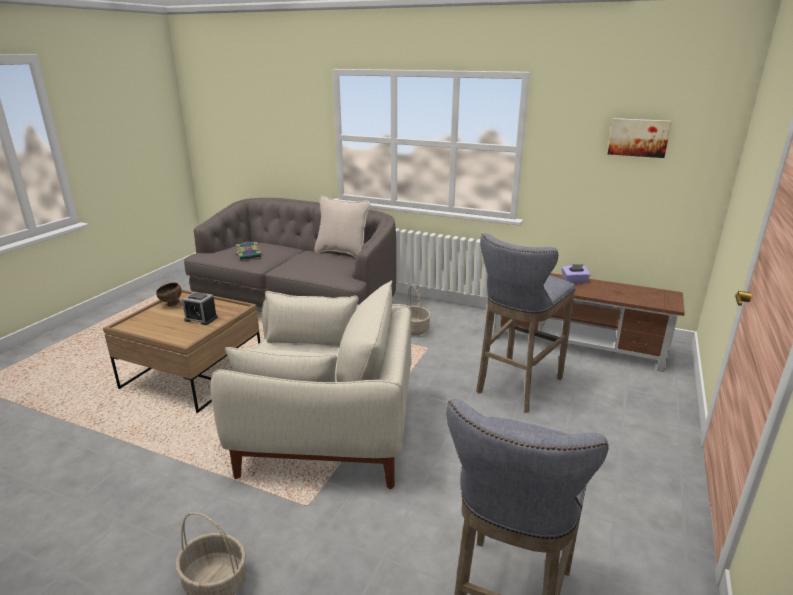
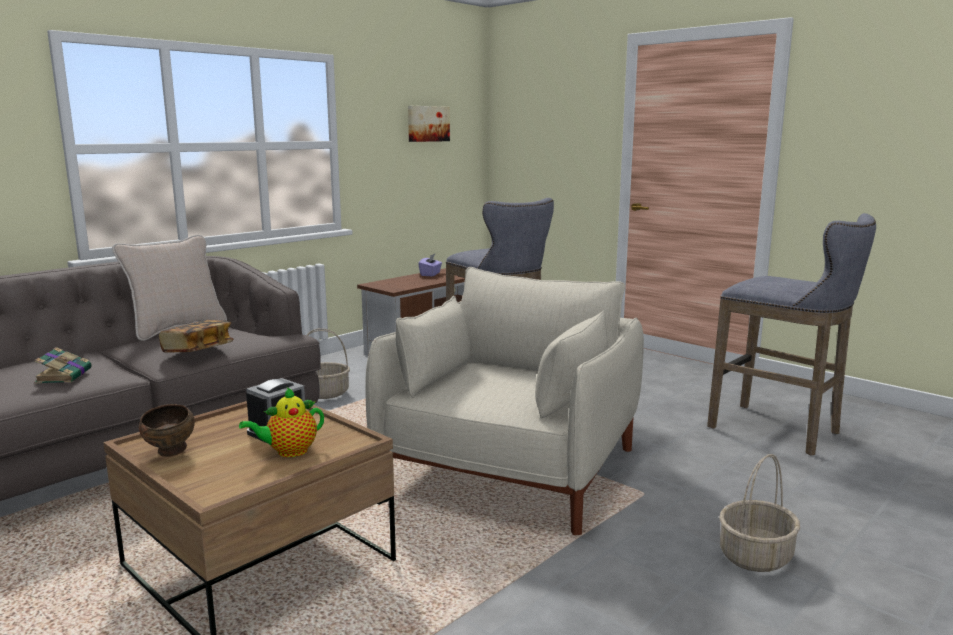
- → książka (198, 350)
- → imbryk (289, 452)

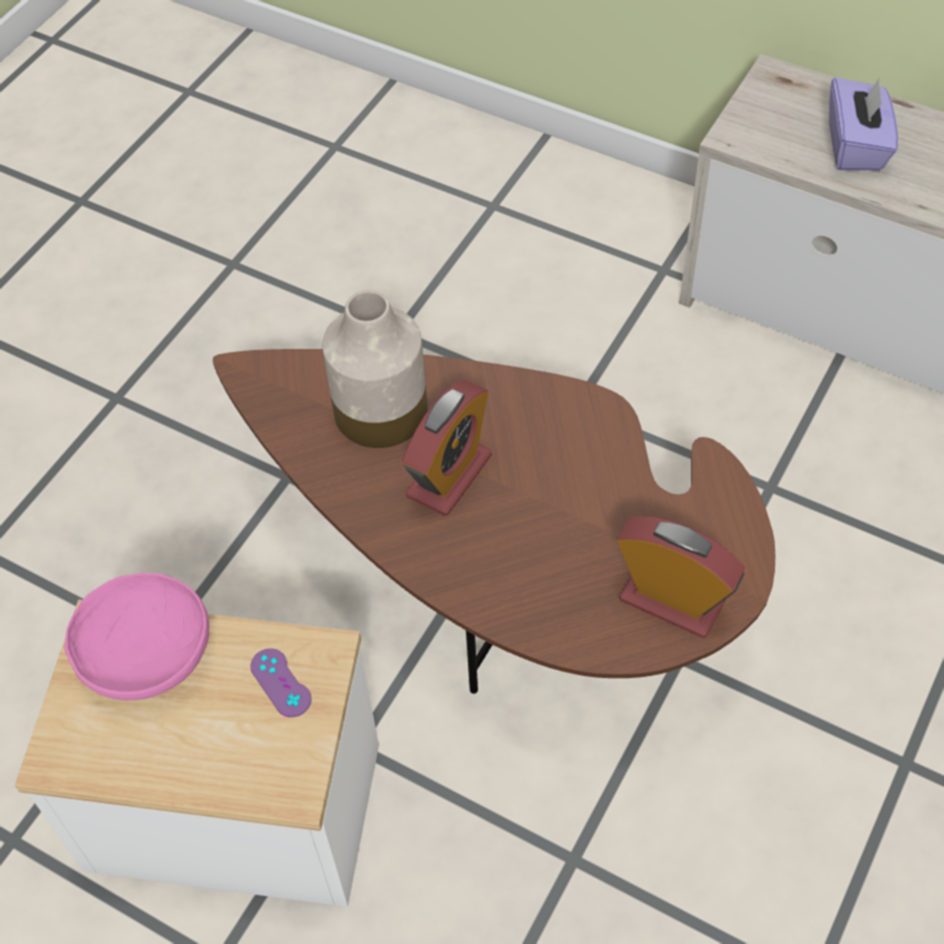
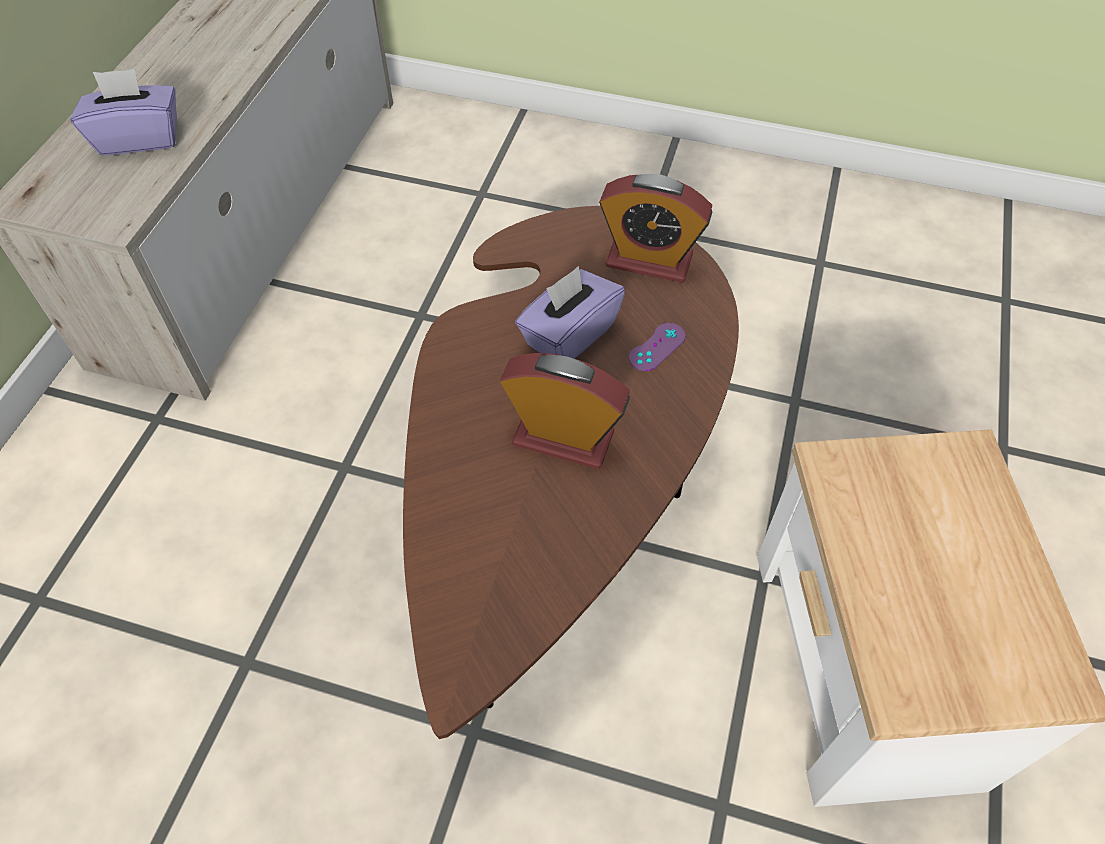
miska/różowy (147, 659) → -
wazon/beżowy (381, 411) → -
- → pudełko chusteczek/fioletowy (569, 335)
pad do gier/fioletowy (281, 683) → pad do gier/fioletowy (657, 347), relocated
budzik (672, 600) → budzik (649, 260), 90 degrees counterclockwise

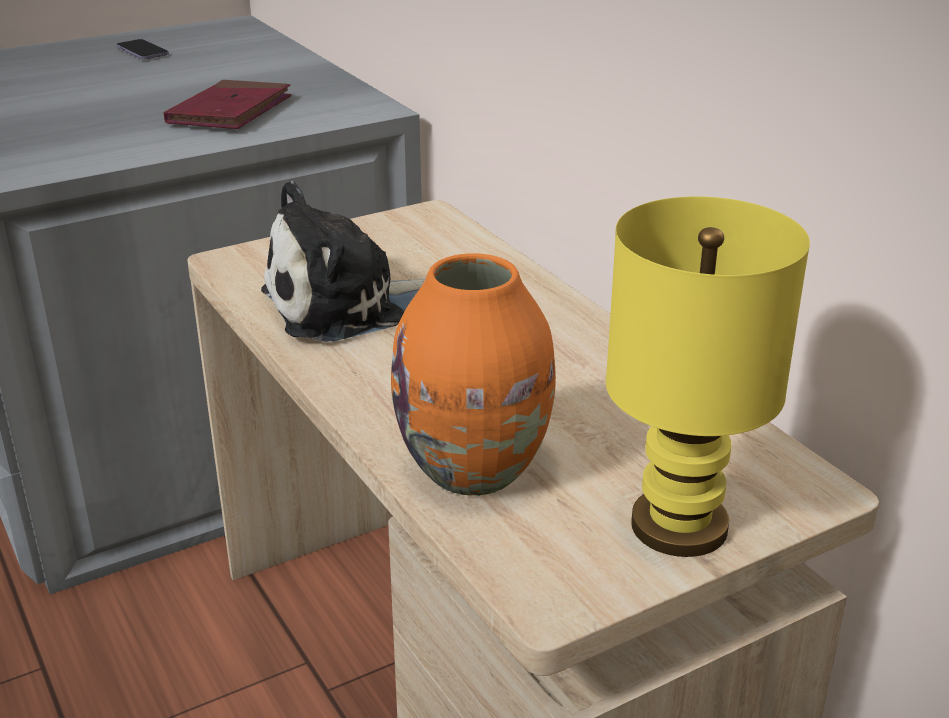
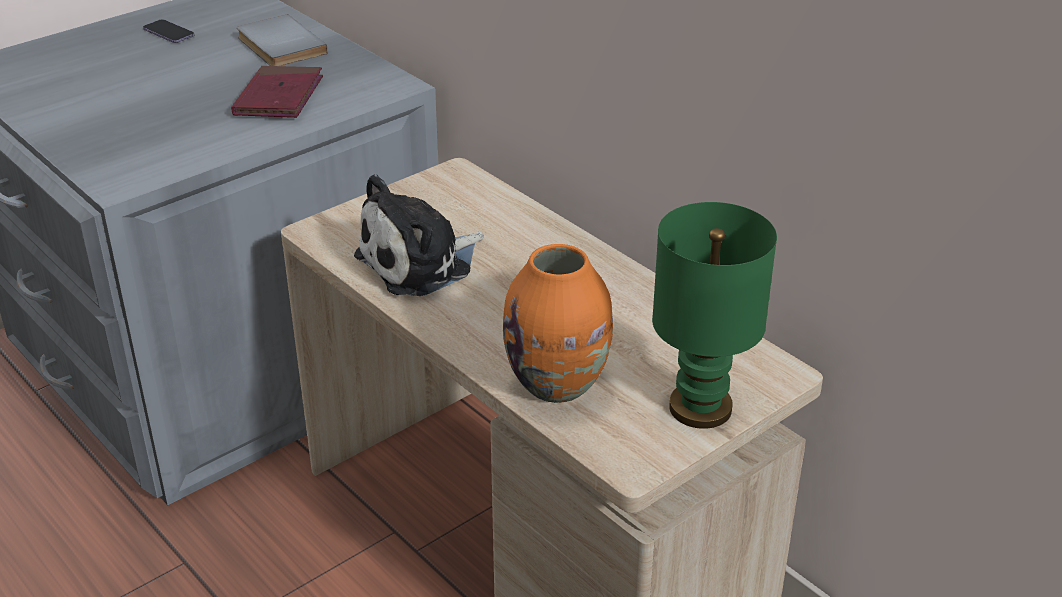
- → książka/szary (278, 46)
lampa stołowa/żółty (676, 526) → lampa stołowa/zielony (699, 408)

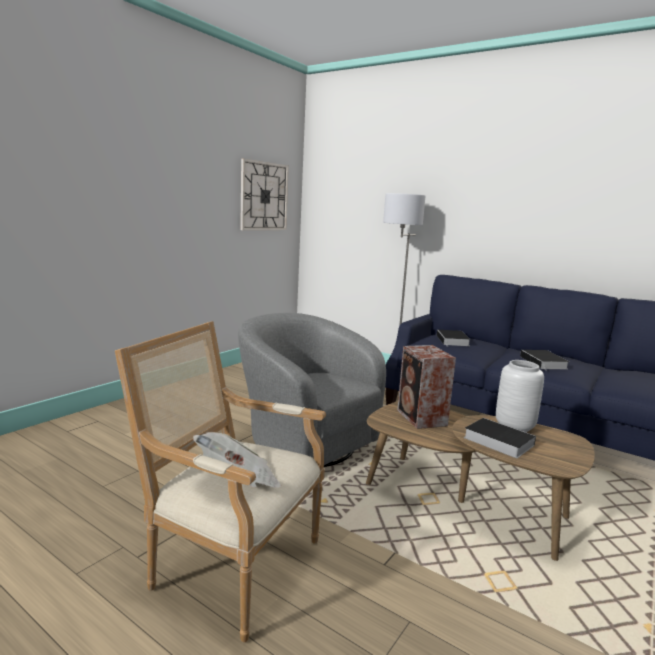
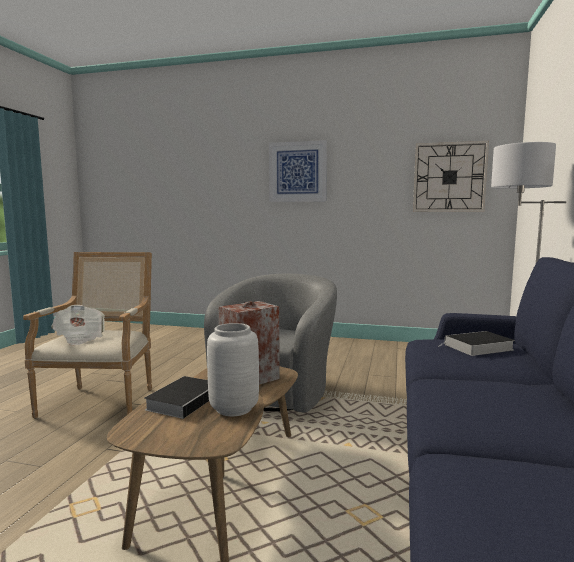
książka (544, 363) → -
- → obraz (297, 172)

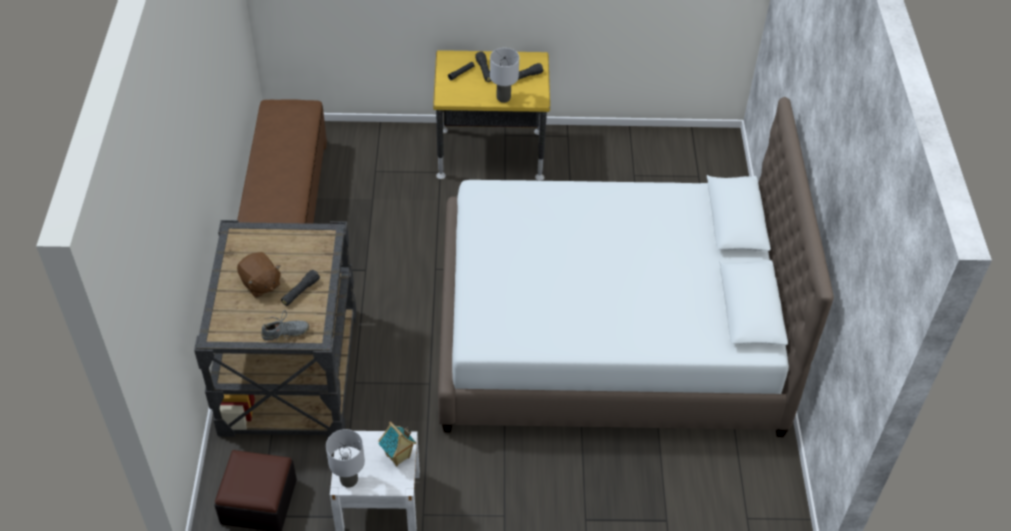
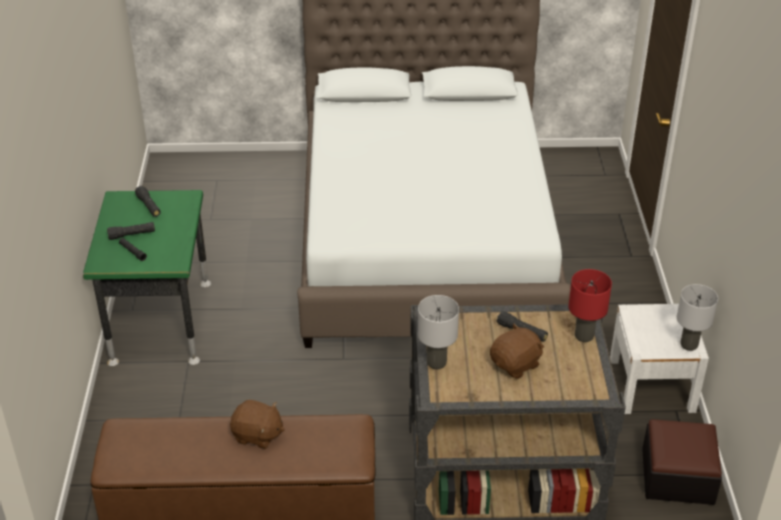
domek (398, 457) → -
- → pluszak/brązowy (257, 435)
lampa stołowa/biały (502, 99) → lampa stołowa/biały (437, 364), relocated
but/szary (285, 333) → lampa stołowa/czerwony (583, 337)
biurko/żółty (491, 152) → biurko/zielony (160, 321)

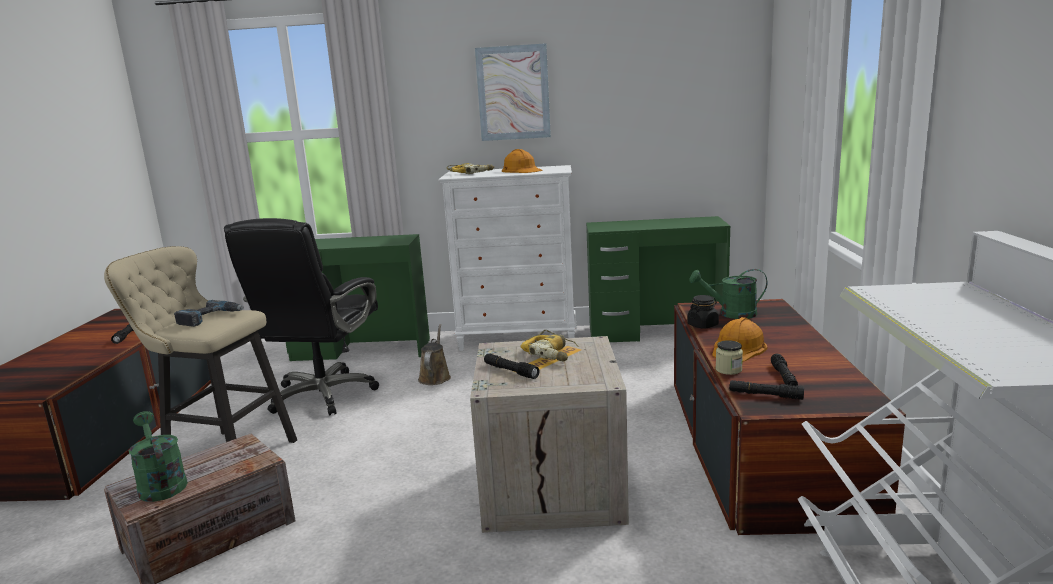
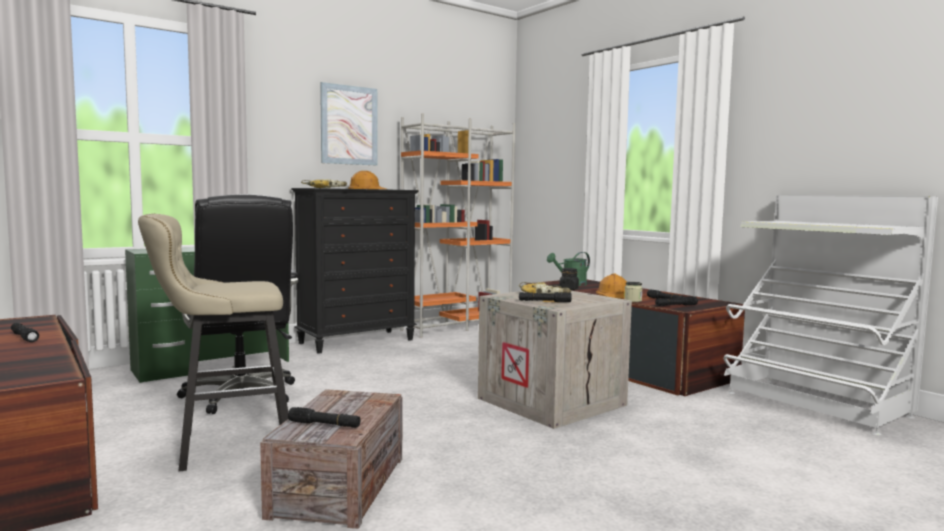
wiertarka (210, 318) → -
konewka/brązowy (435, 377) → -
konewka/zielony (161, 484) → latarka/czarny (324, 425)
biurko/zielony (656, 332) → regał/pomarańczowy (457, 327)
komoda/biały (518, 338) → komoda/czarny (357, 341)

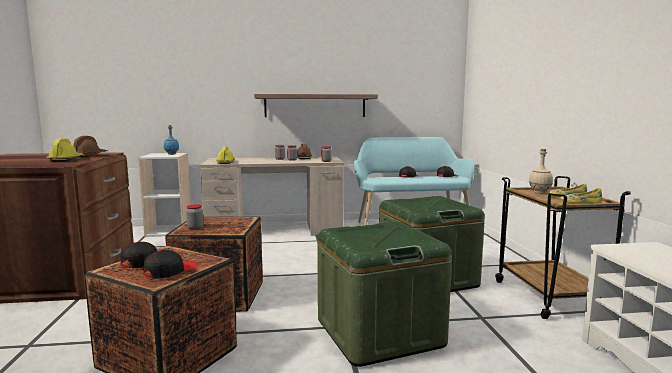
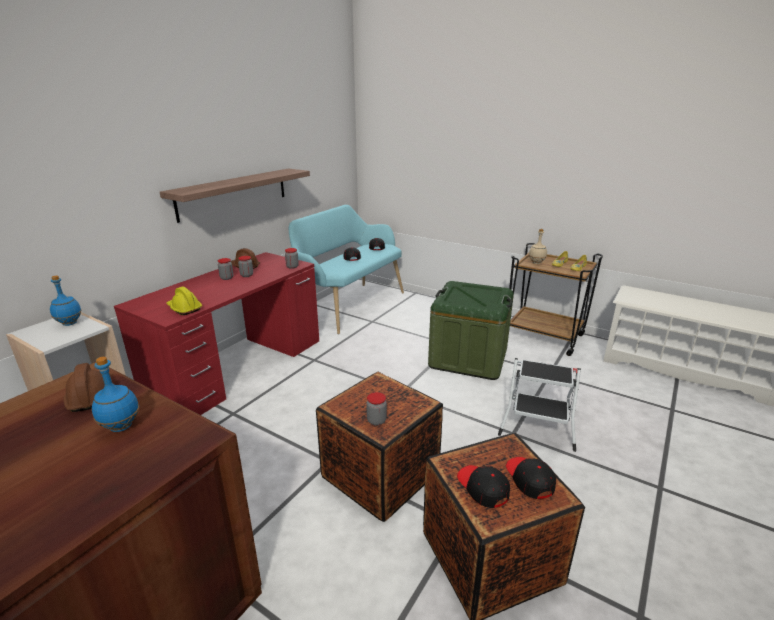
kask/żółty (66, 160) → butelka/niebieski (121, 427)
pojemnik do przechowywania/zielony (379, 332) → drabinka (537, 422)
biurko/beżowy (276, 229) → biurko/czerwony (238, 366)

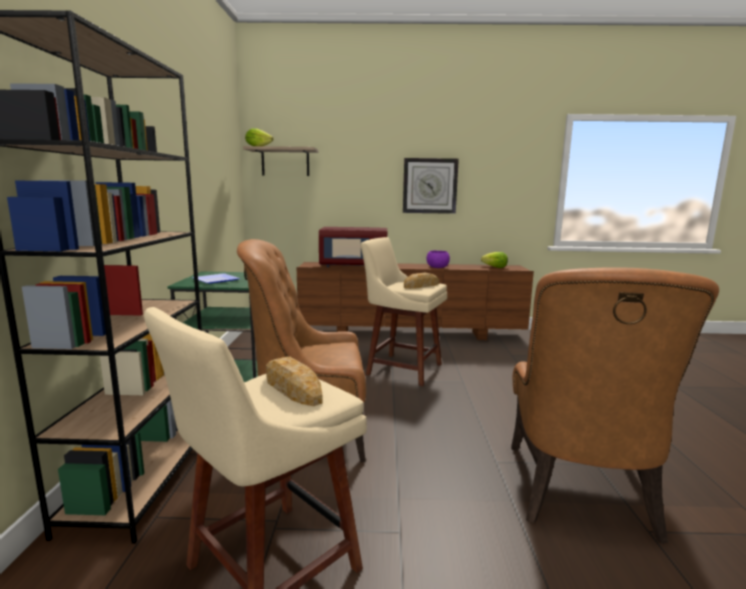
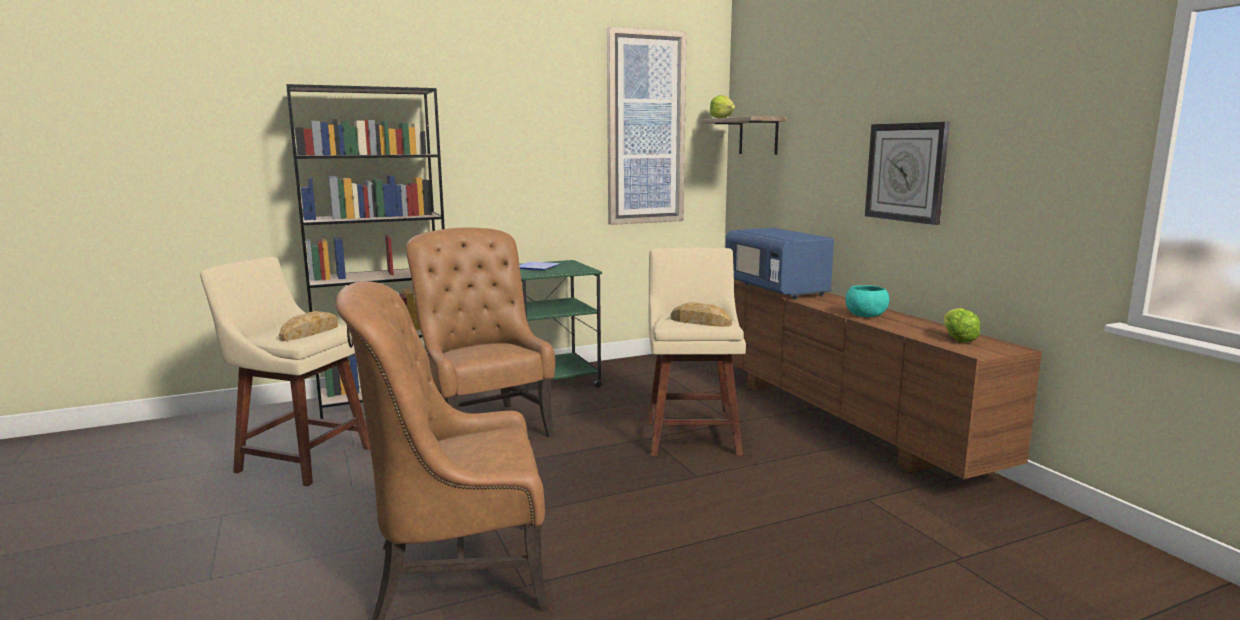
- → obraz (645, 128)
mikrofalówka/czerwony (354, 266) → mikrofalówka/niebieski (776, 290)
miska/fioletowy (437, 267) → miska/turkusowy (866, 316)

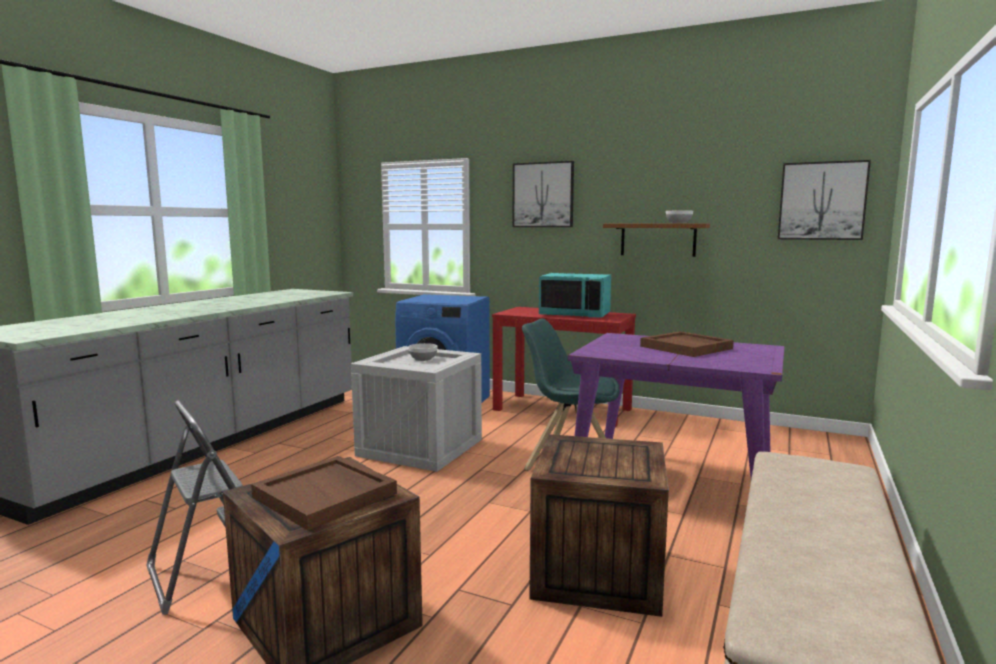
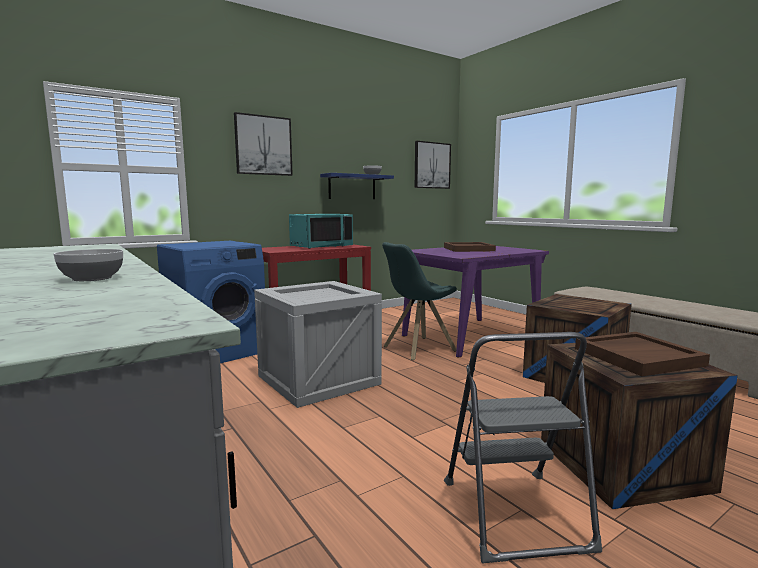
miska (423, 359) → miska (93, 278), relocated
półka/brązowy (658, 239) → półka/niebieski (352, 187)

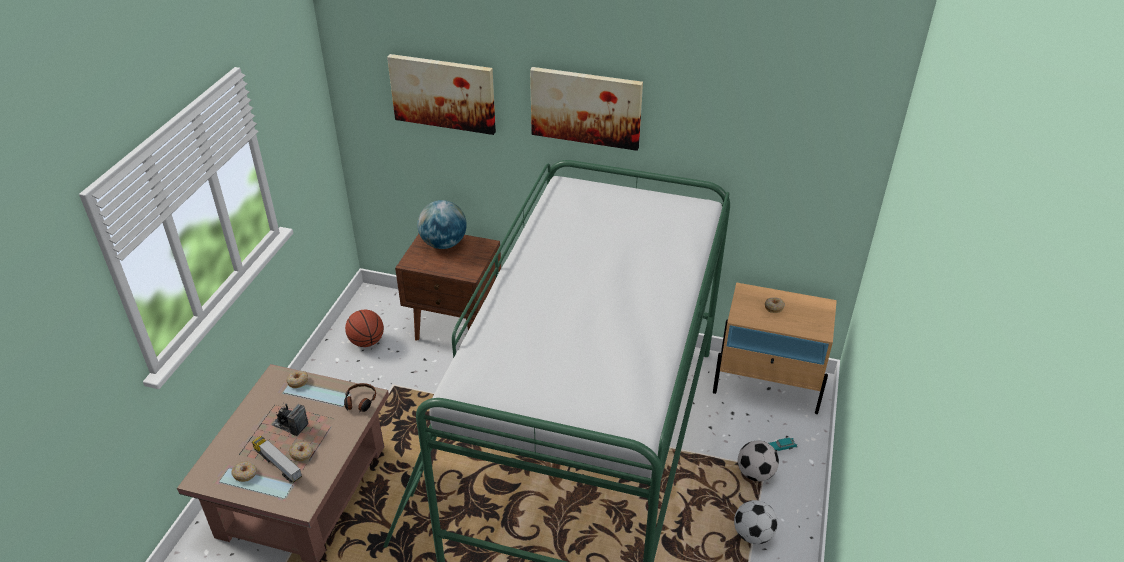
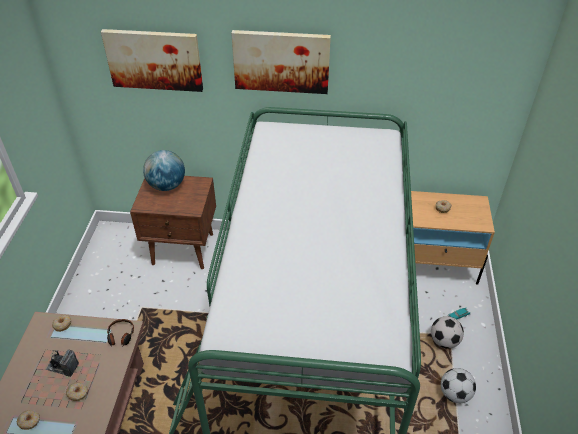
ciężarówka zabawkowa (278, 464) → -
piłka do koszykówki (366, 342) → -

